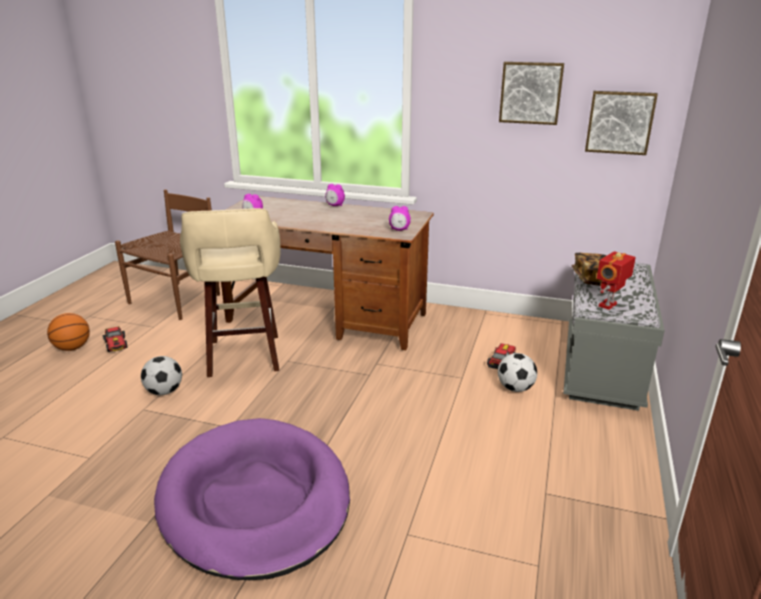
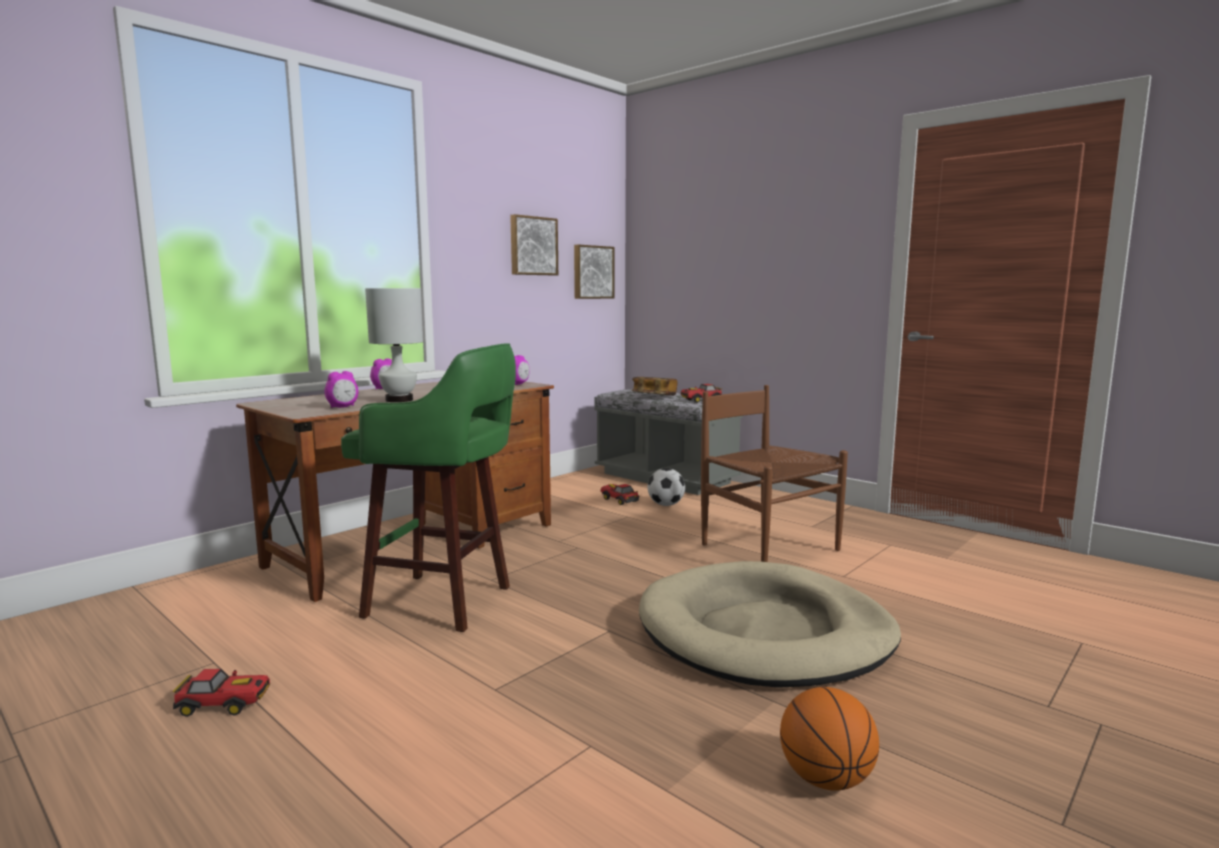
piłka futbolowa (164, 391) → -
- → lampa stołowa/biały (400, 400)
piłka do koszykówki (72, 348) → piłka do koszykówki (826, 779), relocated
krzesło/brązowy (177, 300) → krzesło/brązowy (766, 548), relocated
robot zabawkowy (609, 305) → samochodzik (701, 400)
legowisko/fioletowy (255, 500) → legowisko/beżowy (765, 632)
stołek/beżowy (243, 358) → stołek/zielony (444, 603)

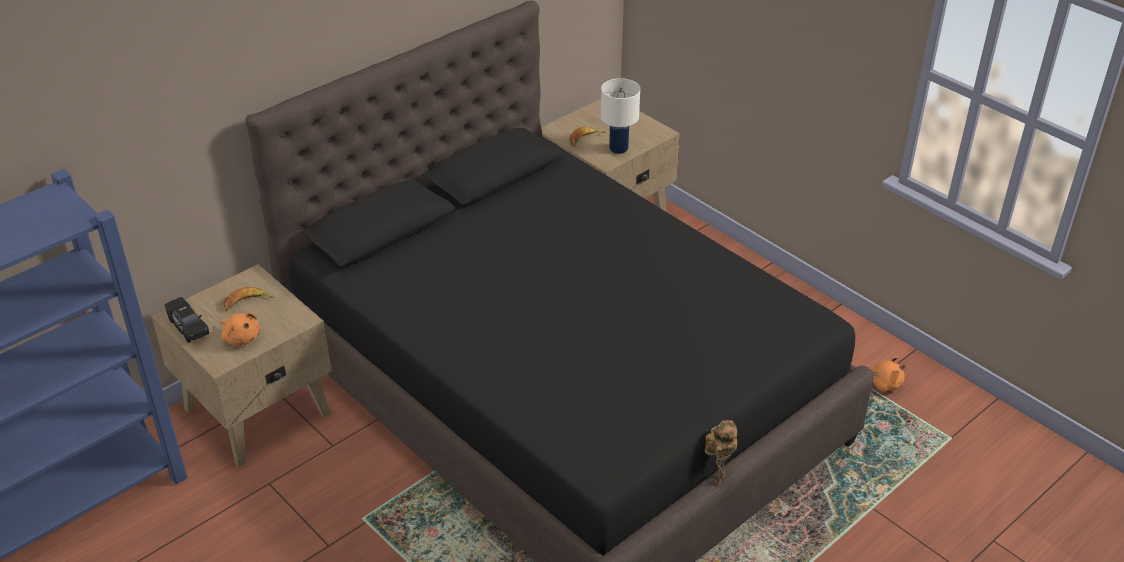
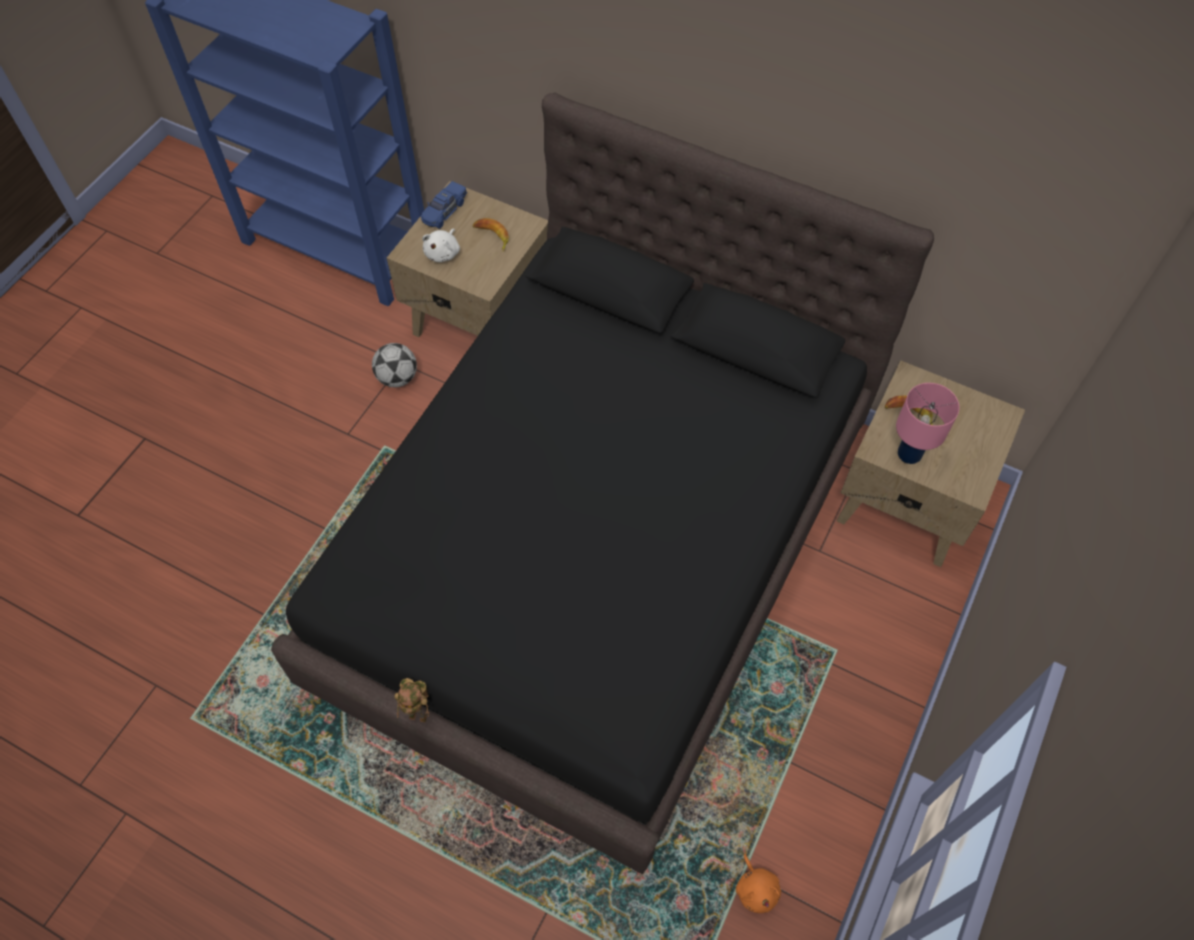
- → piłka futbolowa (397, 378)
samochodzik/czarny (188, 326) → samochodzik/niebieski (444, 211)
pluszak/pomarańczowy (241, 338) → pluszak/biały (443, 253)
lampa stołowa/biały (618, 150) → lampa stołowa/różowy (907, 455)

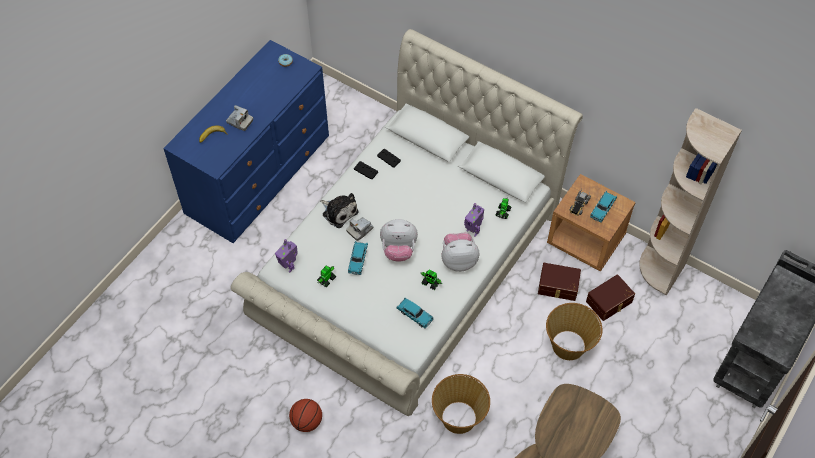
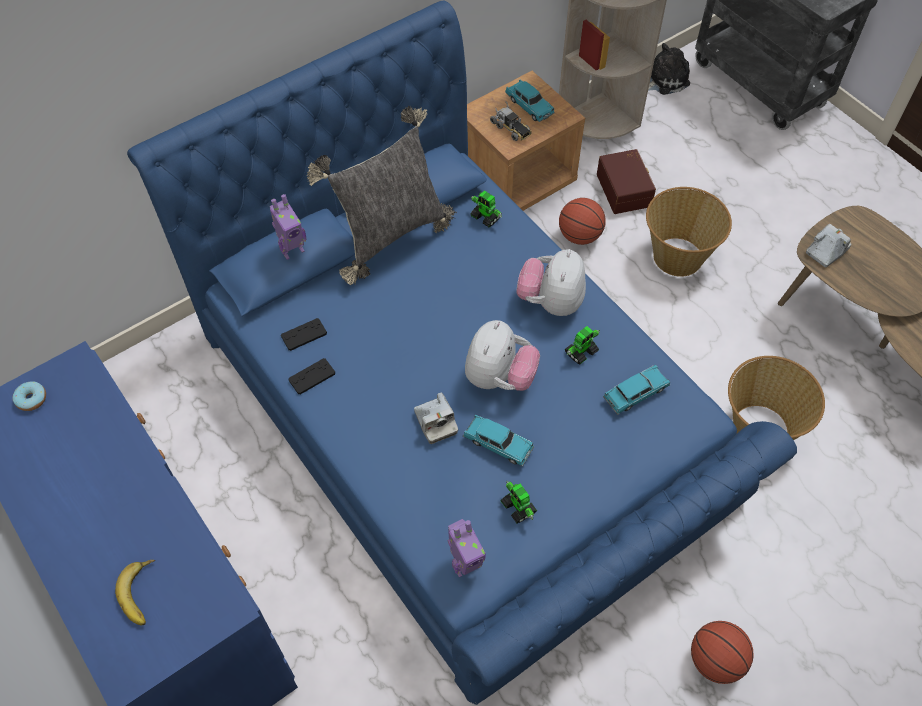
- → poduszka (389, 240)
aparat fotograficzny (240, 122) → aparat fotograficzny (826, 251), relocated
pluszak (339, 212) → pluszak (663, 80), relocated
robot zabawkowy (473, 230) → robot zabawkowy (292, 250), relocated
pojemnik do przechowywania/brązowy (558, 286) → piłka do koszykówki (579, 236)
łóżko/beżowy (407, 262) → łóżko/niebieski (460, 410)

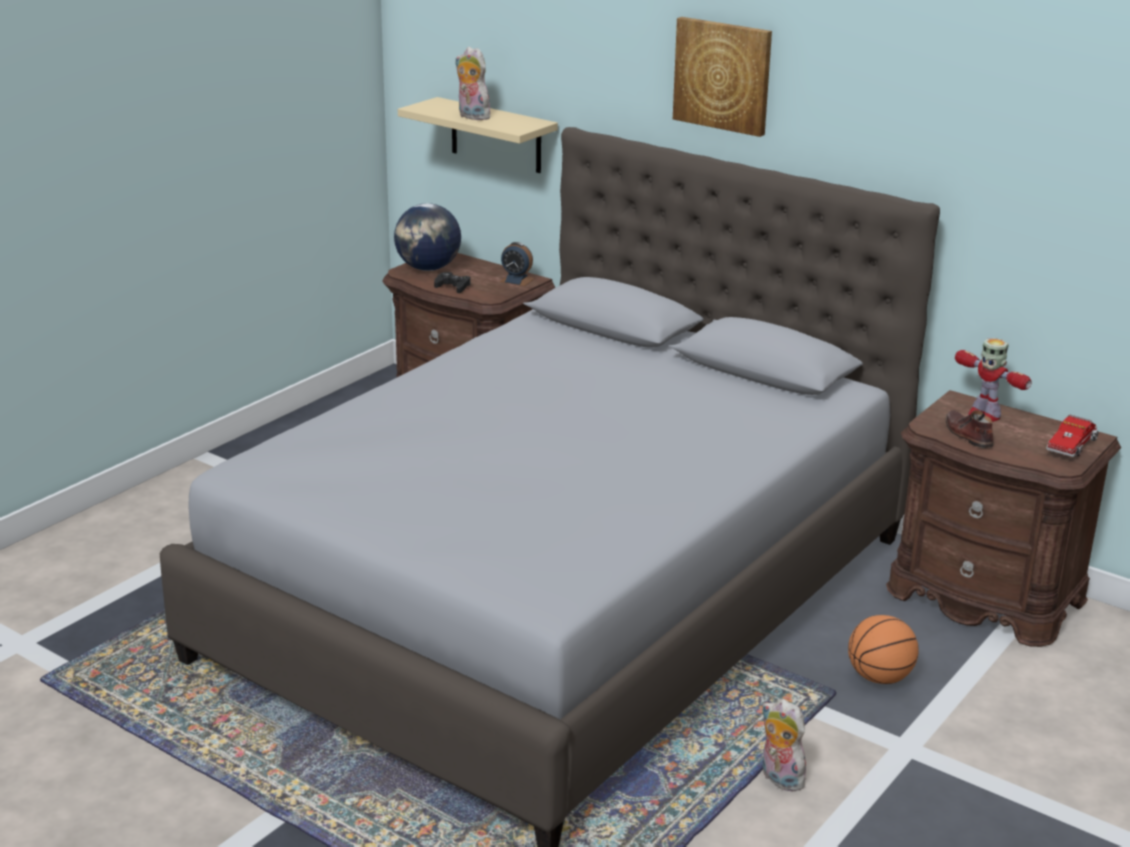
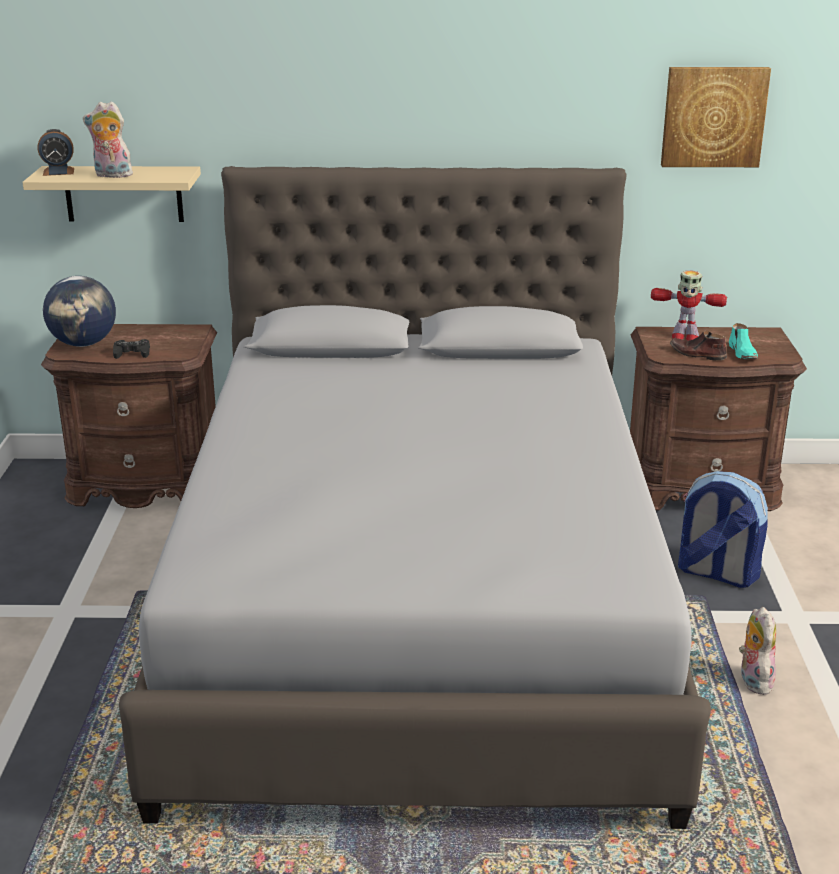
ciężarówka zabawkowa (1071, 446) → -
- → but/turkusowy (743, 353)
budzik (517, 280) → budzik (58, 172), relocated
obraz (723, 75) → obraz (713, 116), relocated
piłka do koszykówki (879, 677) → plecak (715, 573)
pluszak (779, 778) → pluszak (752, 680), 75 degrees clockwise

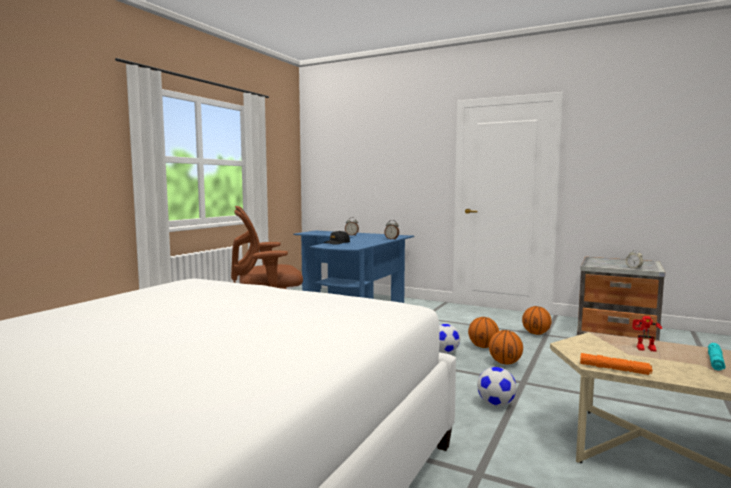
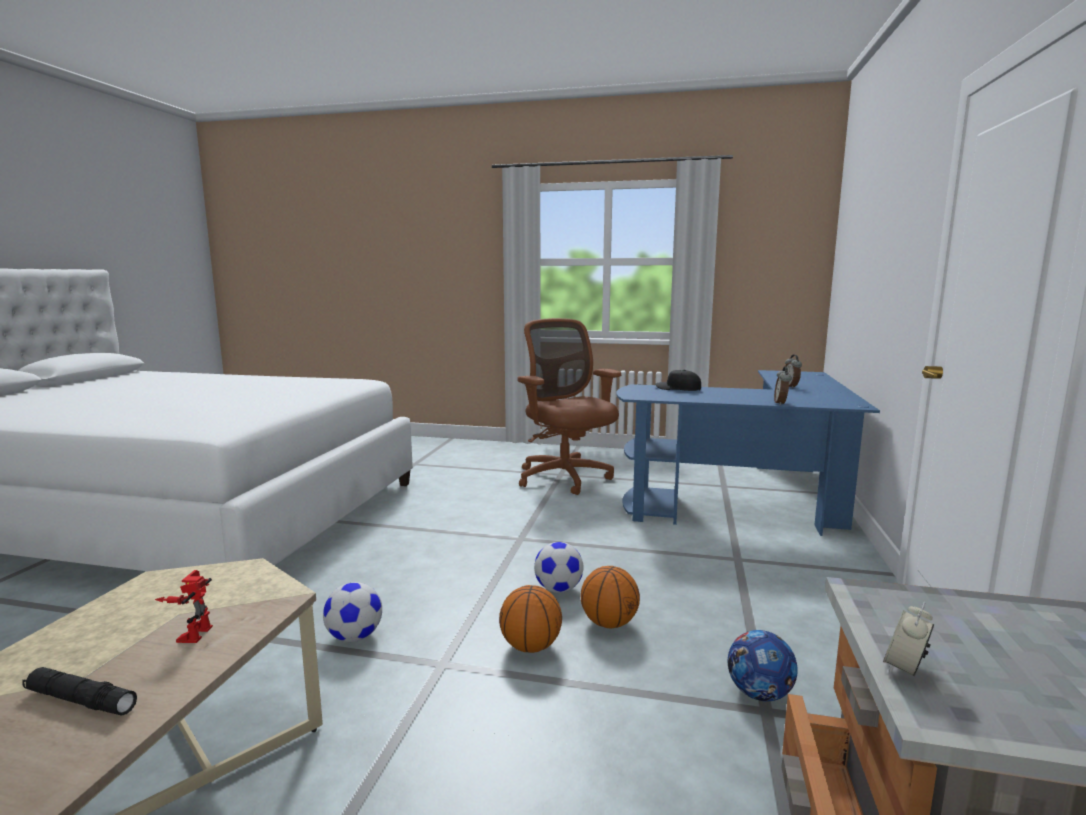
latarka/pomarańczowy (614, 369) → -
piłka do koszykówki (535, 333) → piłka futbolowa (759, 693)
latarka/turkusowy (715, 361) → latarka/czarny (81, 700)

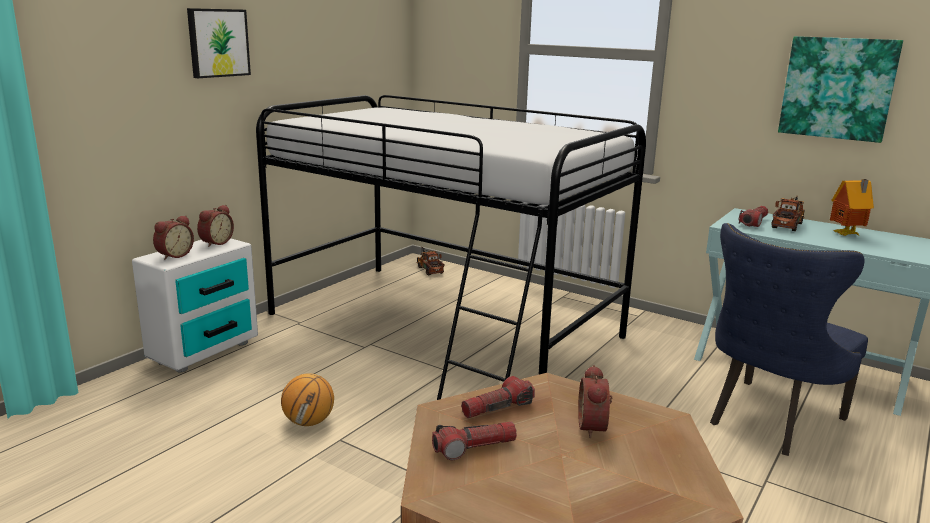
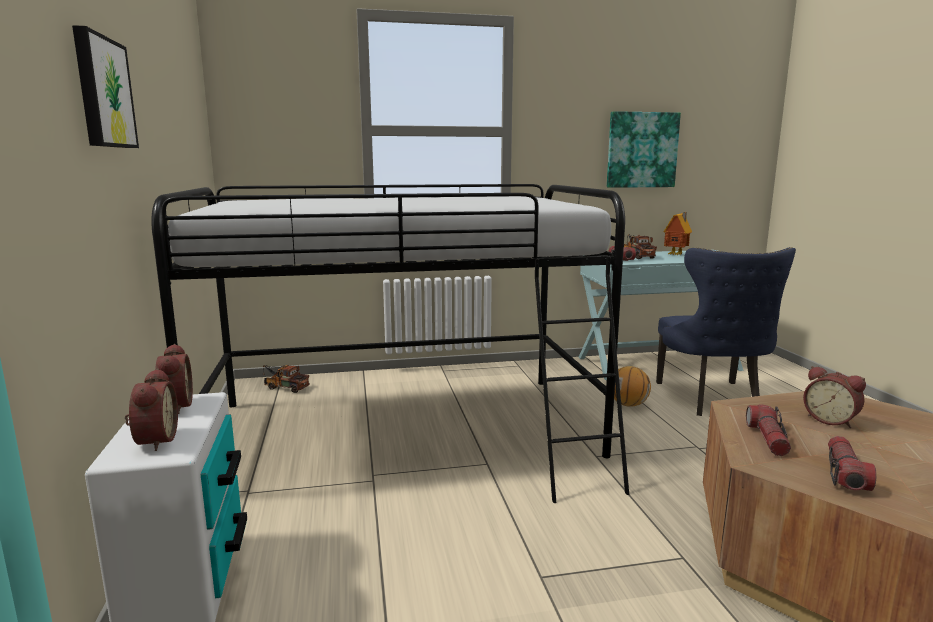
piłka do koszykówki (309, 422) → piłka do koszykówki (628, 404), relocated

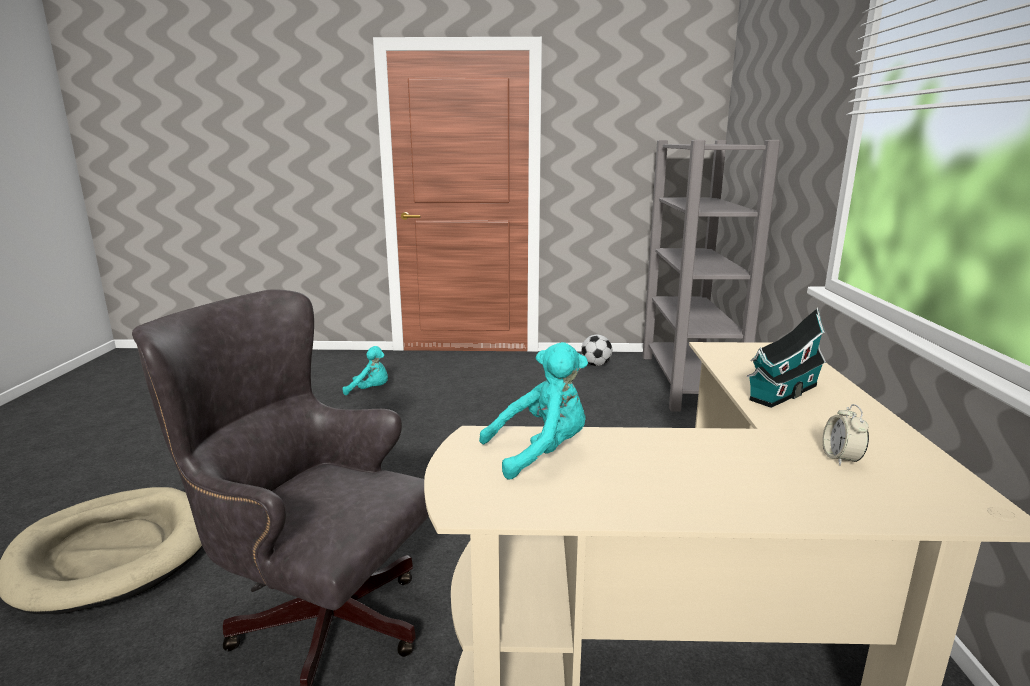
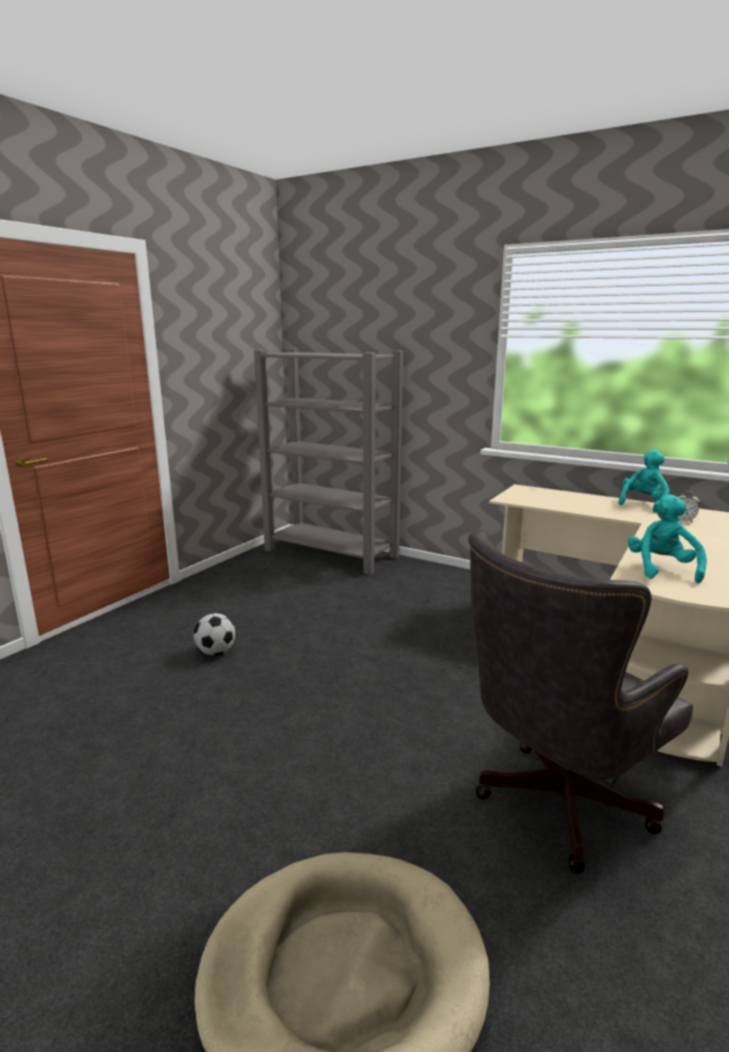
domek (782, 393) → -
pluszak/turkusowy (370, 390) → pluszak/turkusowy (643, 504), relocated
piłka futbolowa (596, 364) → piłka futbolowa (216, 652), relocated

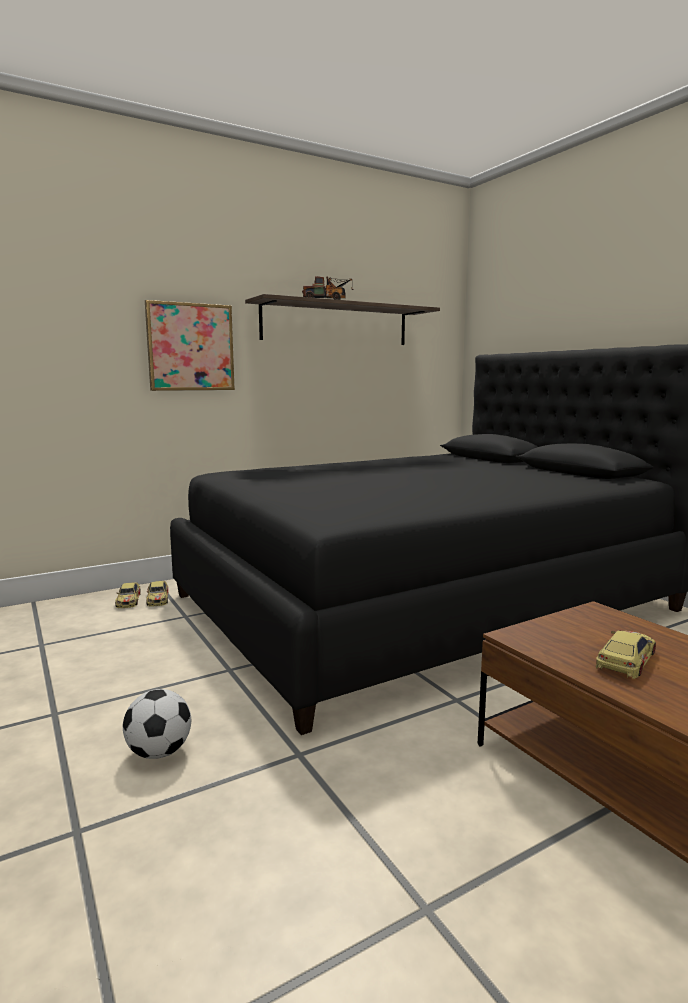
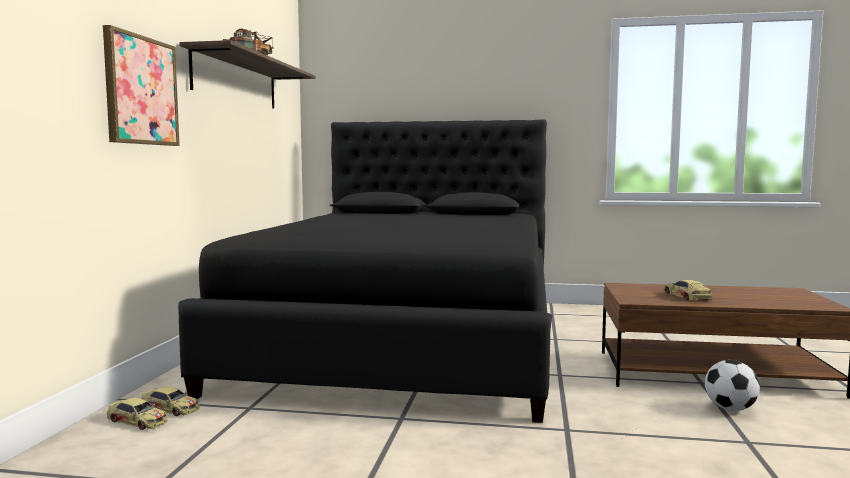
piłka futbolowa (159, 752) → piłka futbolowa (730, 409), relocated

